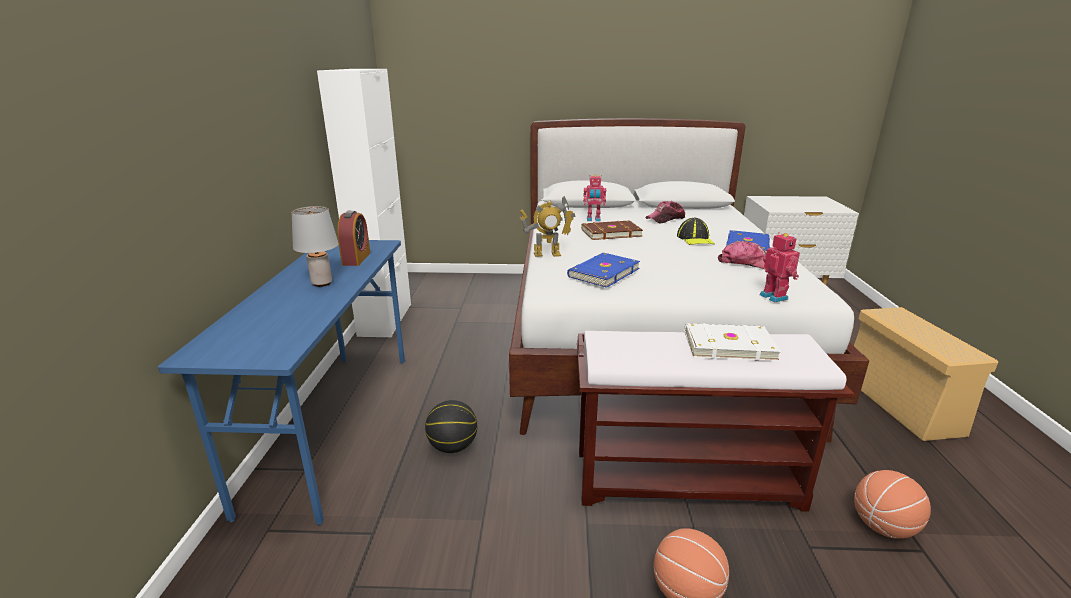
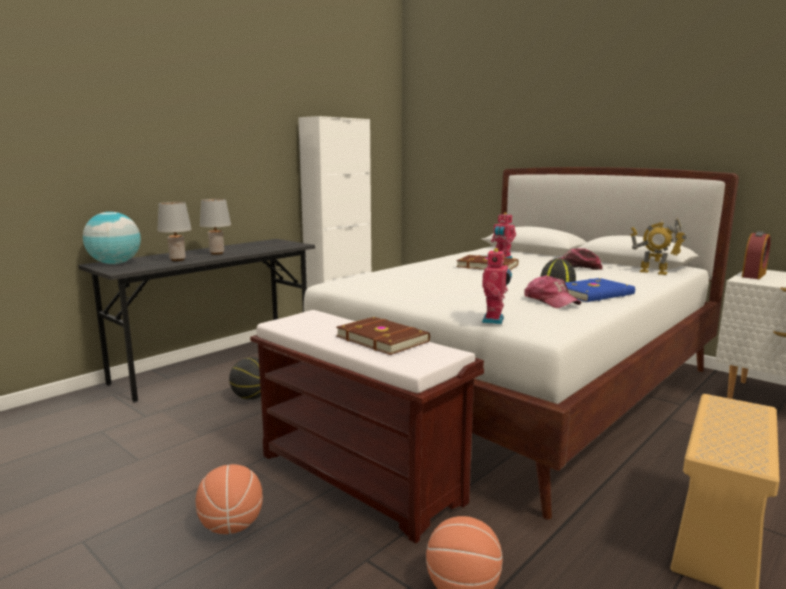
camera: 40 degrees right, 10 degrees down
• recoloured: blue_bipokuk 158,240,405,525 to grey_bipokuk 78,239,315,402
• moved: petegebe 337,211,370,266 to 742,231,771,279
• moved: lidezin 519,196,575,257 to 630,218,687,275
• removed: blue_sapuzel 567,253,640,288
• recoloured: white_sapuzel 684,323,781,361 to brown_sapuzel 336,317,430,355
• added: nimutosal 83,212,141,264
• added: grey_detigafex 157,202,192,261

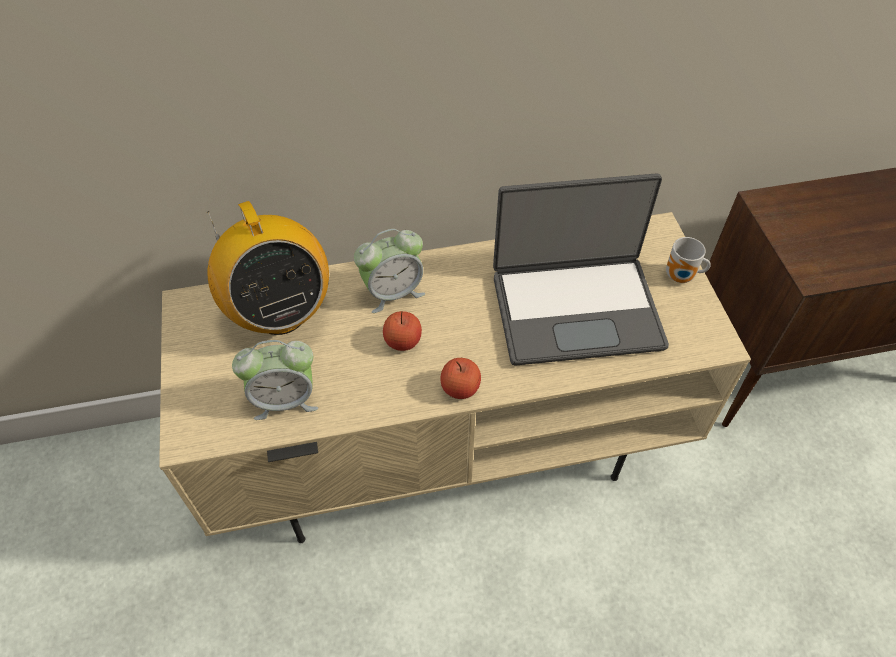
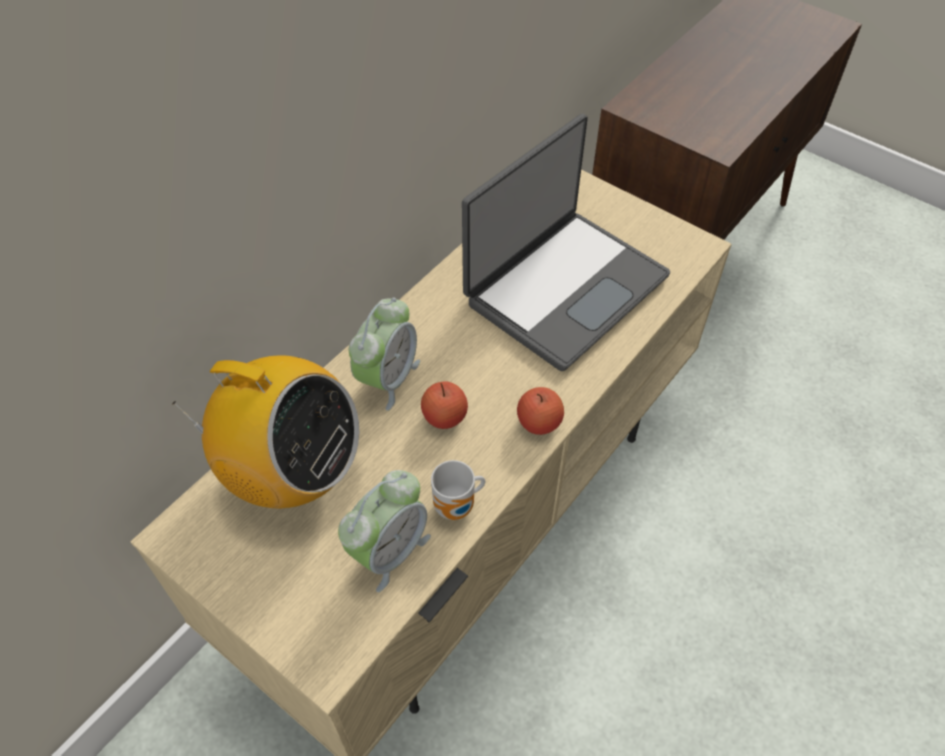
camera: 40 degrees left, 0 degrees up
• moved: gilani 666,237,711,283 to 431,460,485,520

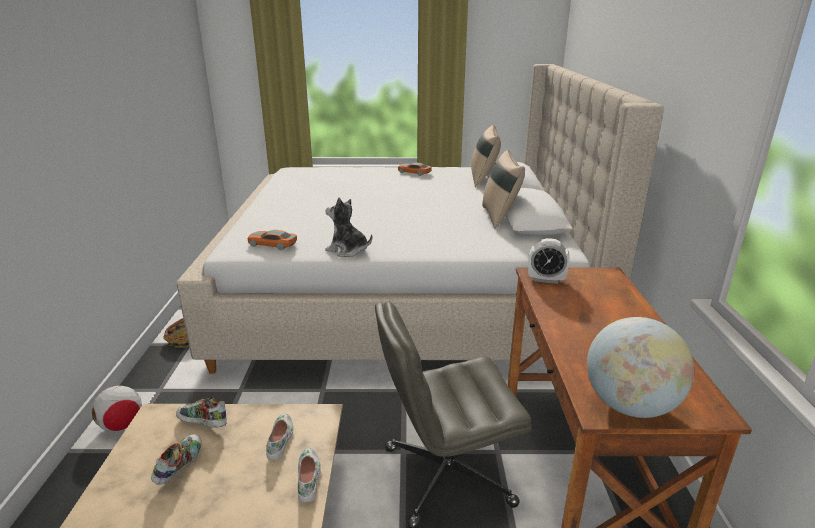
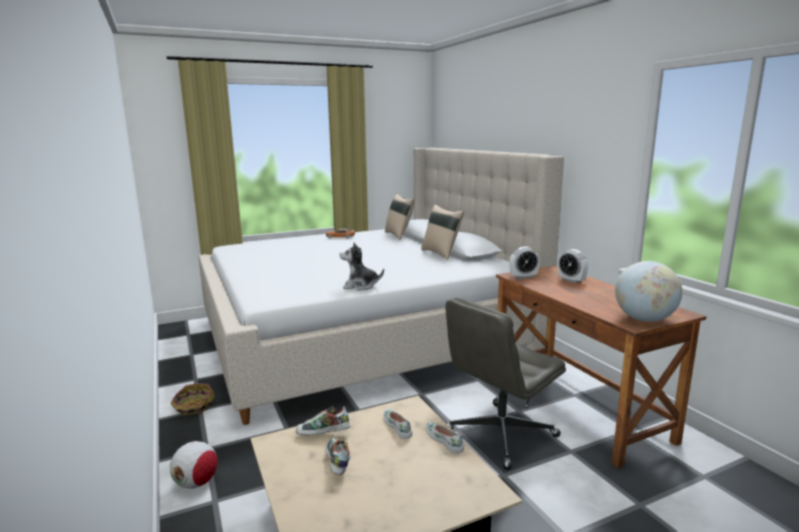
camera: 25 degrees left, 10 degrees down
• removed: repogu 248,230,297,250
• added: petegebe 558,249,588,283

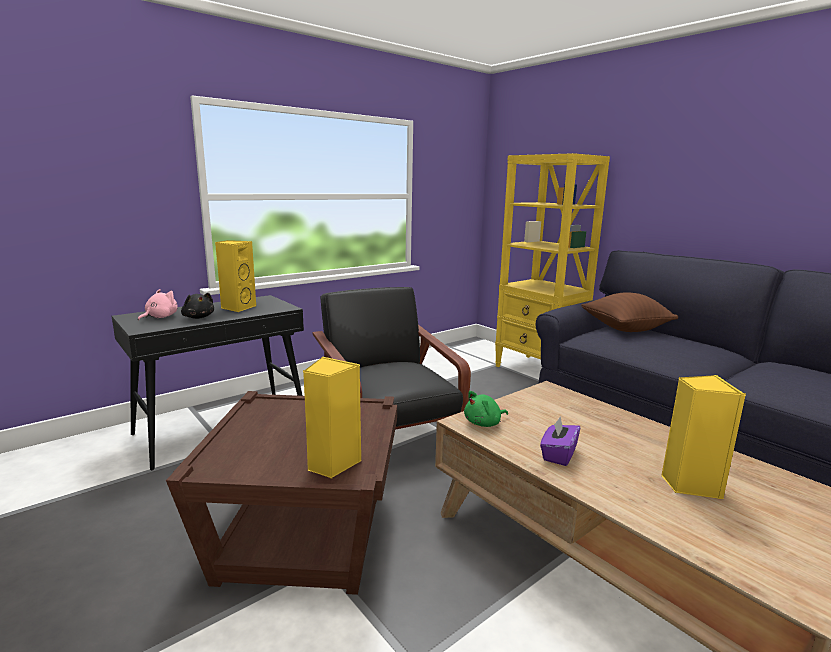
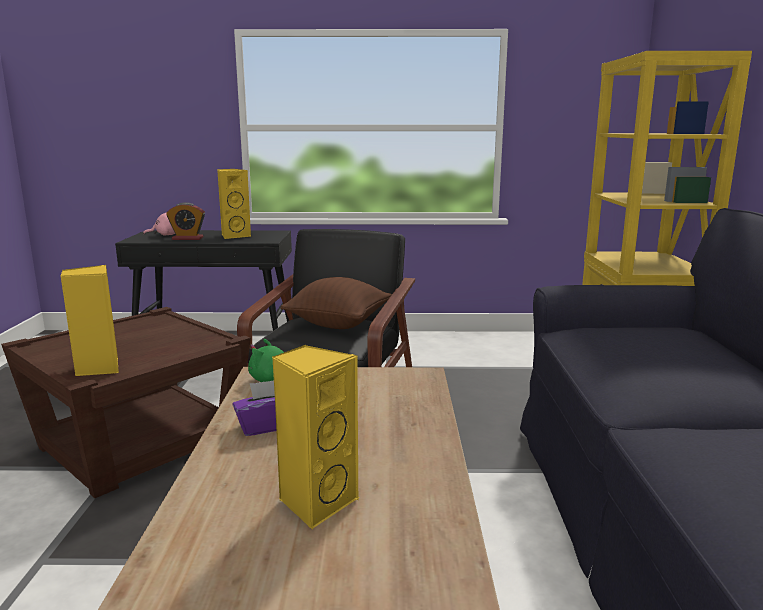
camera: 40 degrees right, 0 degrees up
• replaced: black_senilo 181,293,214,319 to petegebe 166,202,205,240
• moved: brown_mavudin 581,292,678,332 to 280,277,392,329

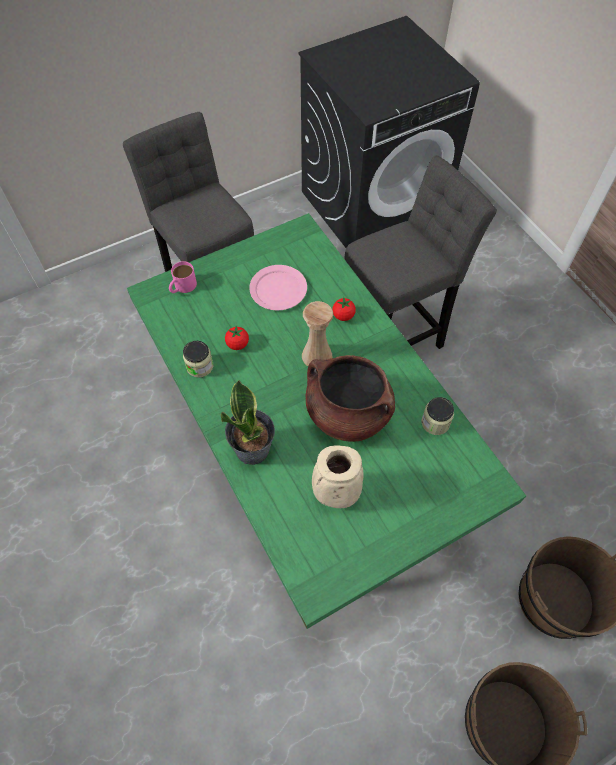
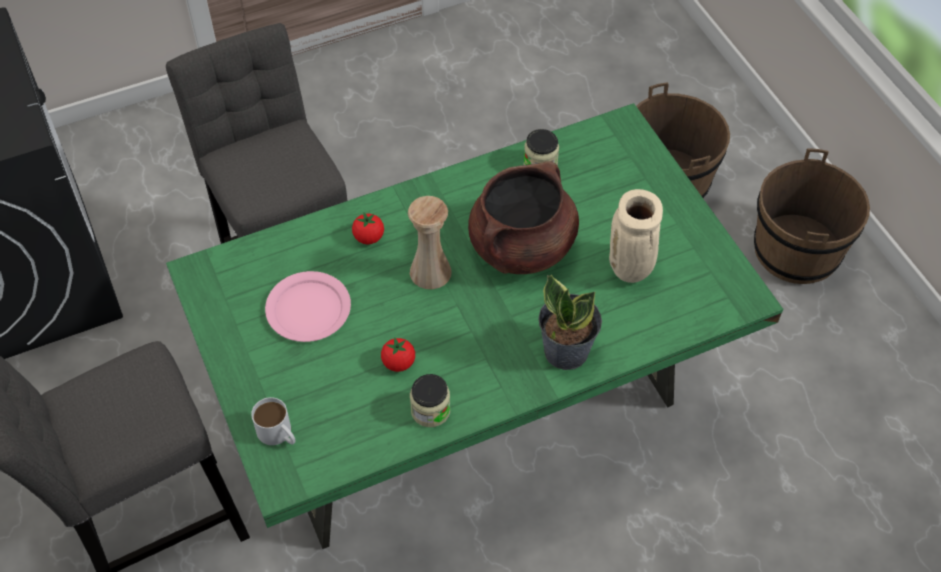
camera: 85 degrees left, 5 degrees down
• recoloured: pink_gilani 169,261,197,293 to white_gilani 251,397,296,445

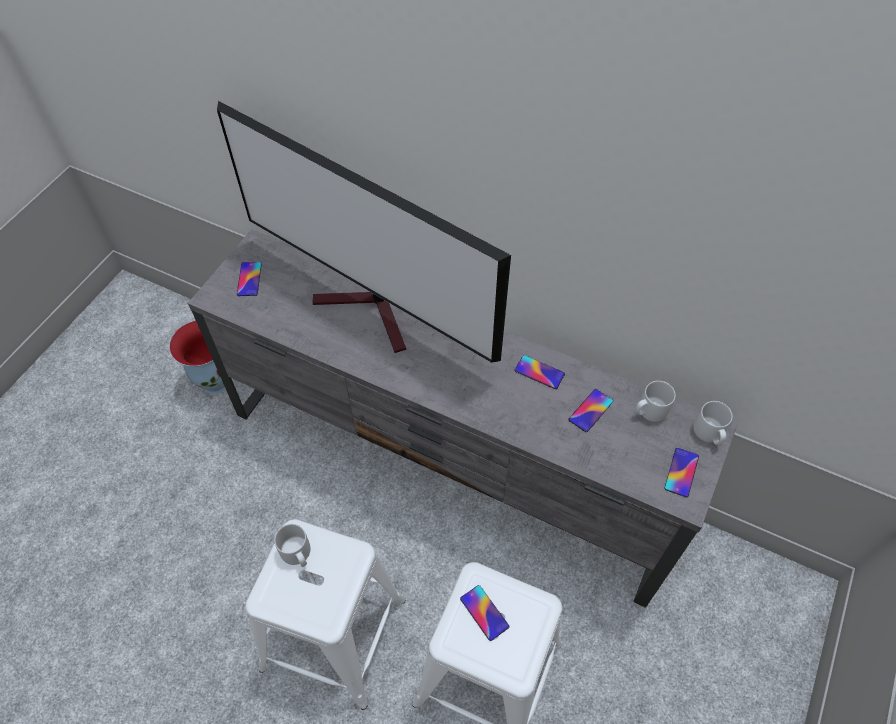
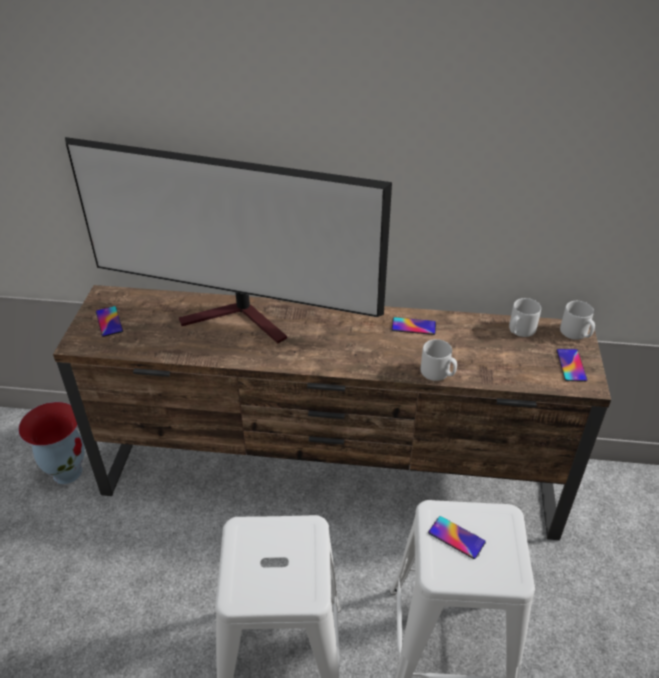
camera: 20 degrees left, 15 degrees down
• recoloured: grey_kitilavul 188,229,738,608 to brown_kitilavul 53,285,611,540
• moved: grey_gilani 274,524,311,567 to 421,339,457,381
• removed: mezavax 568,389,613,432

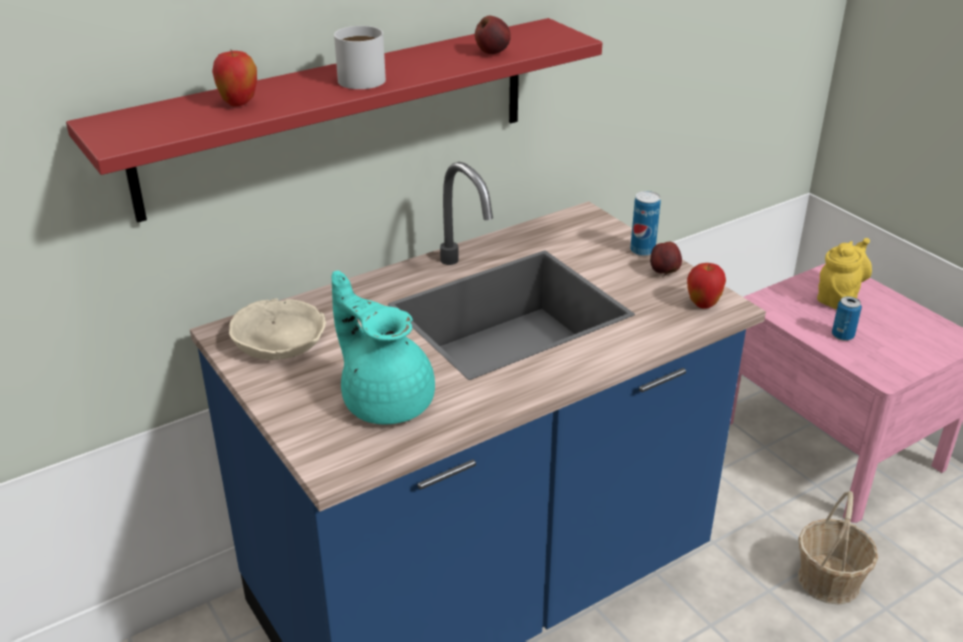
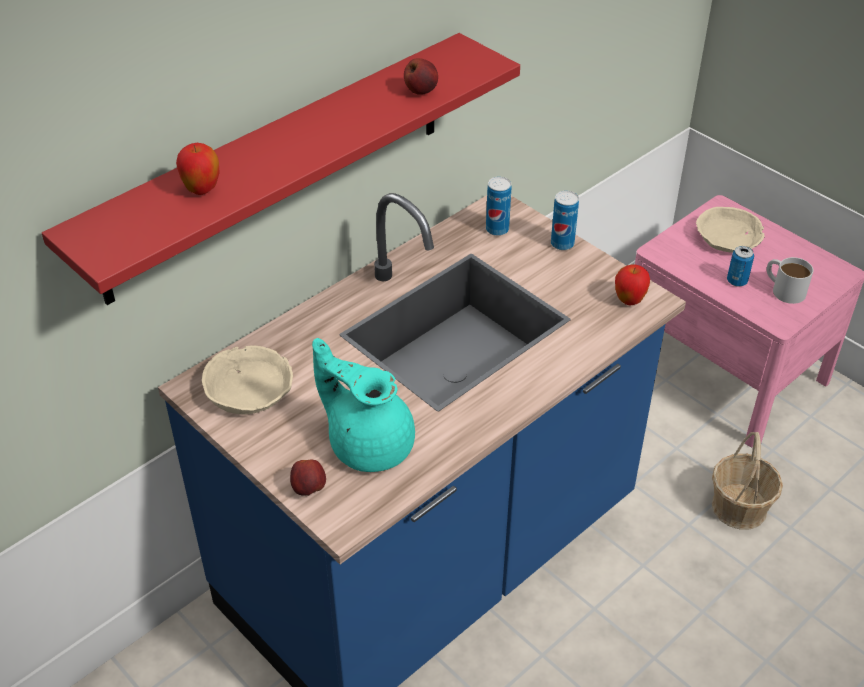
camera: 10 degrees left, 10 degrees up
• moved: white_gilani 334,26,386,89 to 767,257,814,304
• moved: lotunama 650,242,682,276 to 290,460,326,496
• replaced: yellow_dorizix 817,238,872,310 to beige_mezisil 696,207,764,253
• added: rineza 486,177,512,236

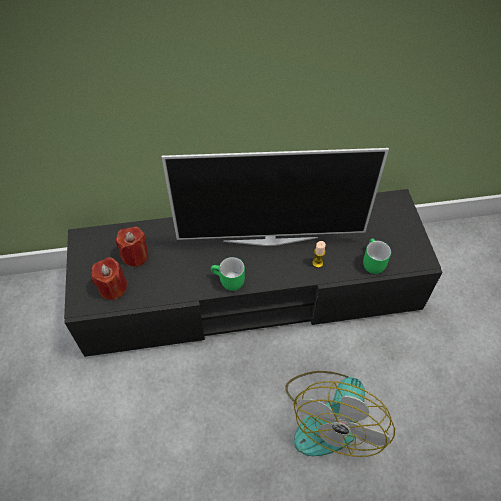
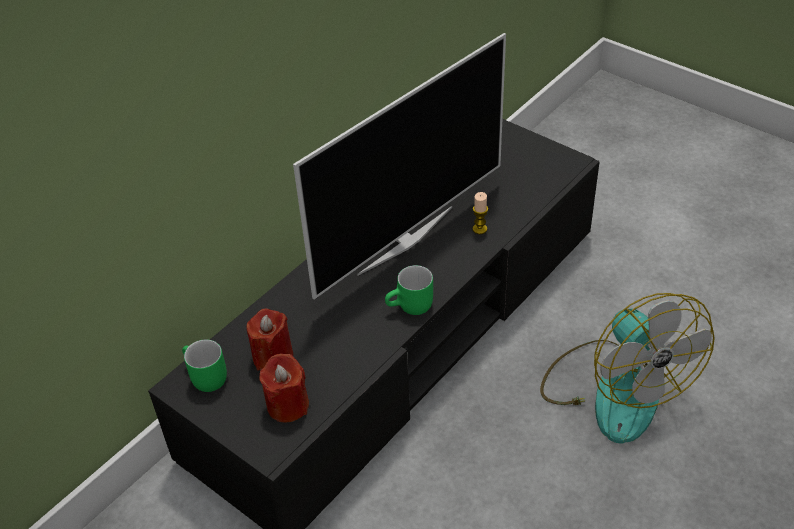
camera: 40 degrees left, 10 degrees down
• moved: green_gilani 363,239,391,274 to 182,339,227,392

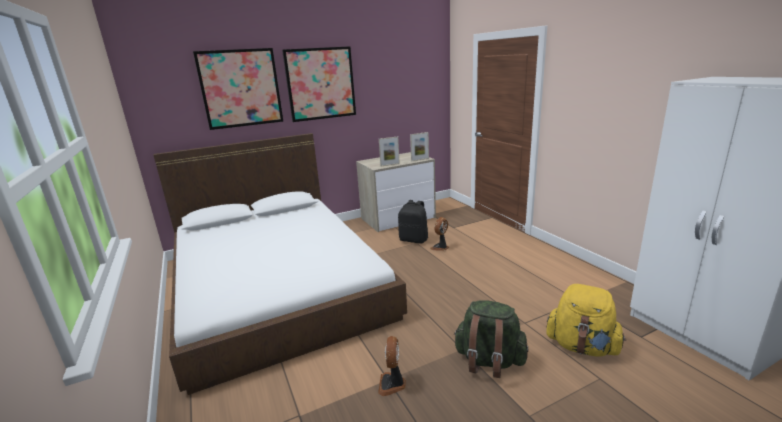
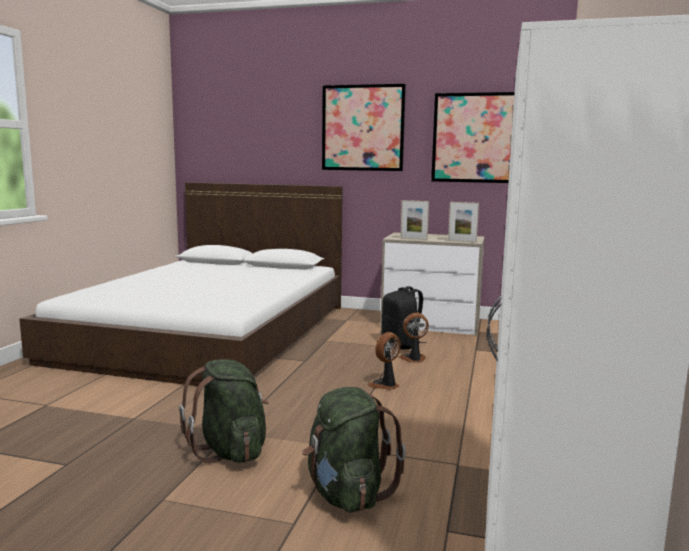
camera: 40 degrees right, 10 degrees down
• moved: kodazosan 193,48,284,130 to 431,92,515,183
• moved: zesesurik 378,336,406,396 to 367,332,401,390
• recoloured: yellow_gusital 546,284,626,357 to green_gusital 302,387,406,513

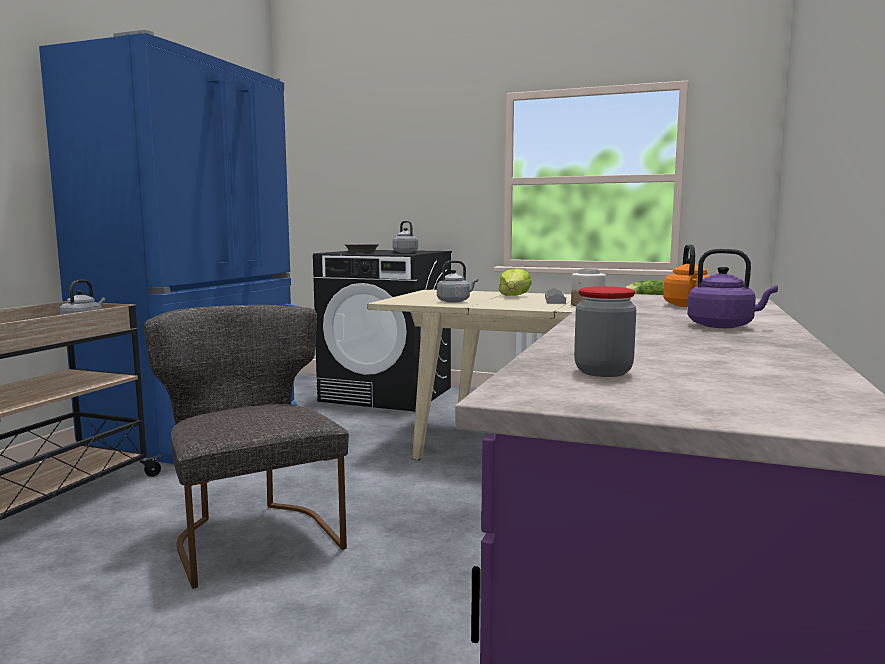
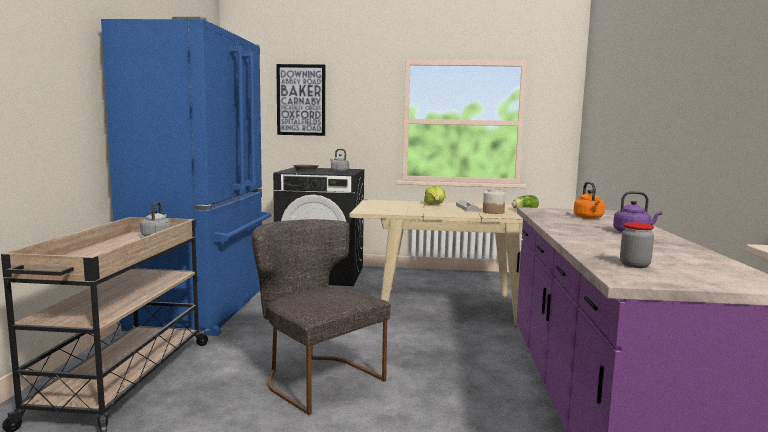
camera: 15 degrees left, 0 degrees up
• removed: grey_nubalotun 437,260,478,302
• added: kodazosan 276,64,325,136

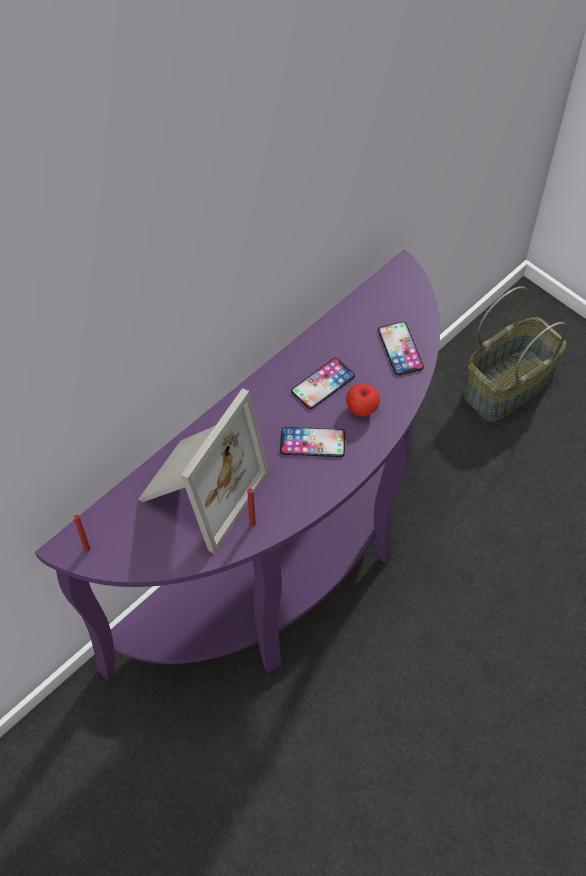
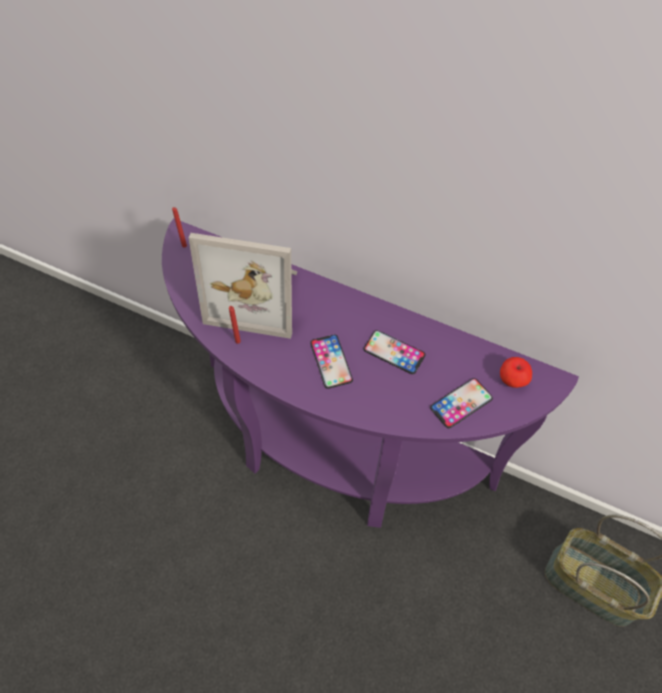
camera: 70 degrees right, 0 degrees up
• moved: lotunama 346,383,380,416 to 500,357,532,388

